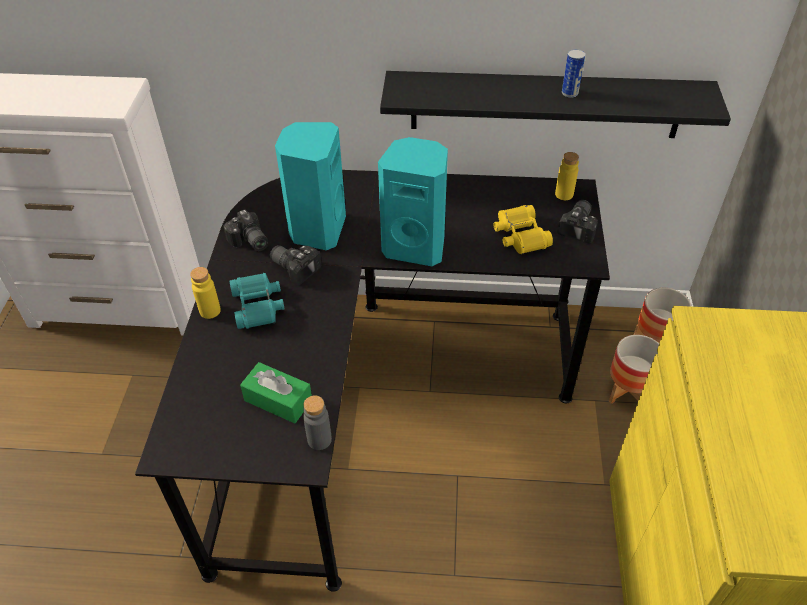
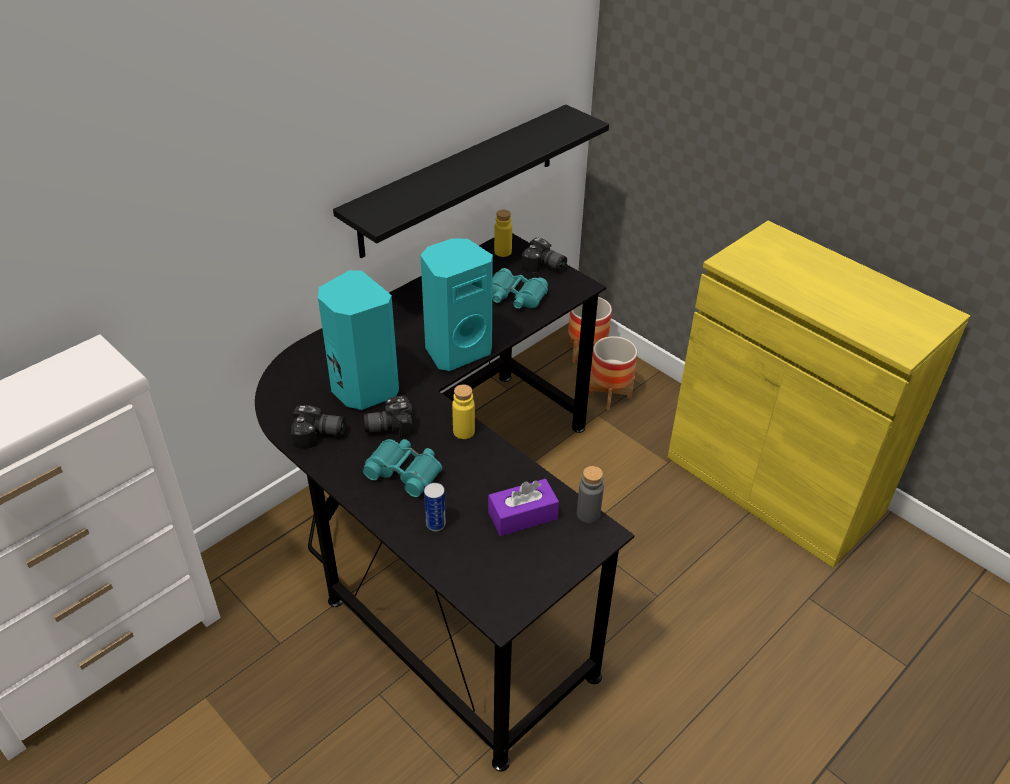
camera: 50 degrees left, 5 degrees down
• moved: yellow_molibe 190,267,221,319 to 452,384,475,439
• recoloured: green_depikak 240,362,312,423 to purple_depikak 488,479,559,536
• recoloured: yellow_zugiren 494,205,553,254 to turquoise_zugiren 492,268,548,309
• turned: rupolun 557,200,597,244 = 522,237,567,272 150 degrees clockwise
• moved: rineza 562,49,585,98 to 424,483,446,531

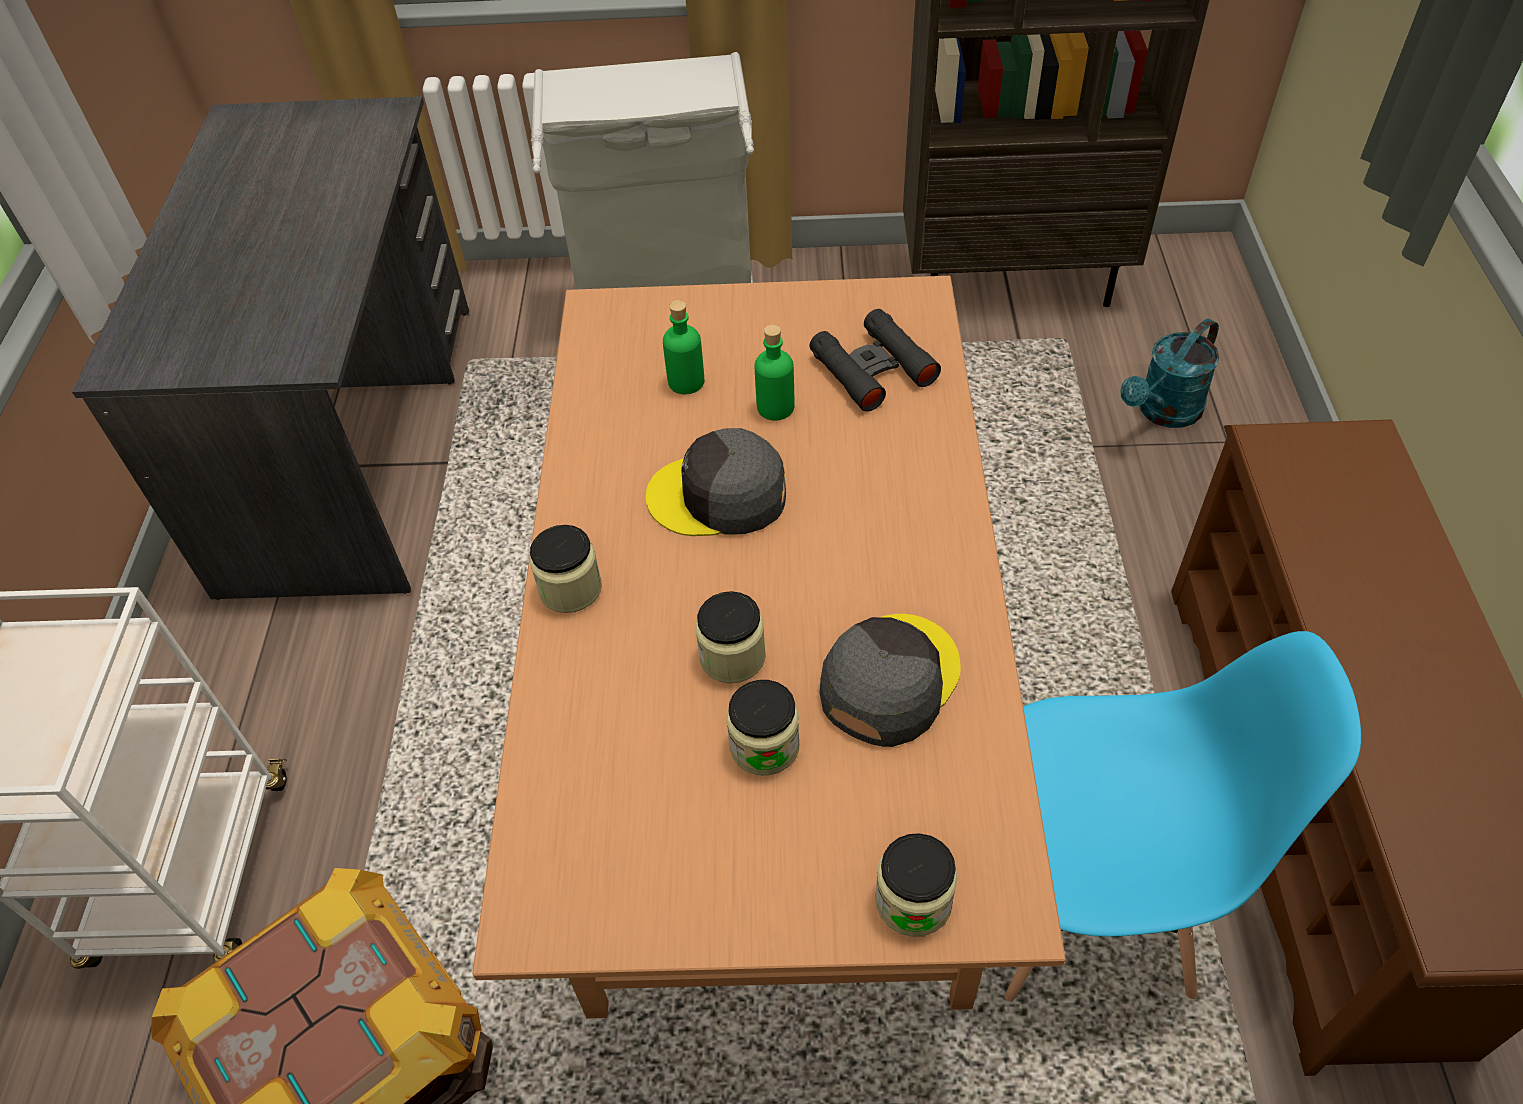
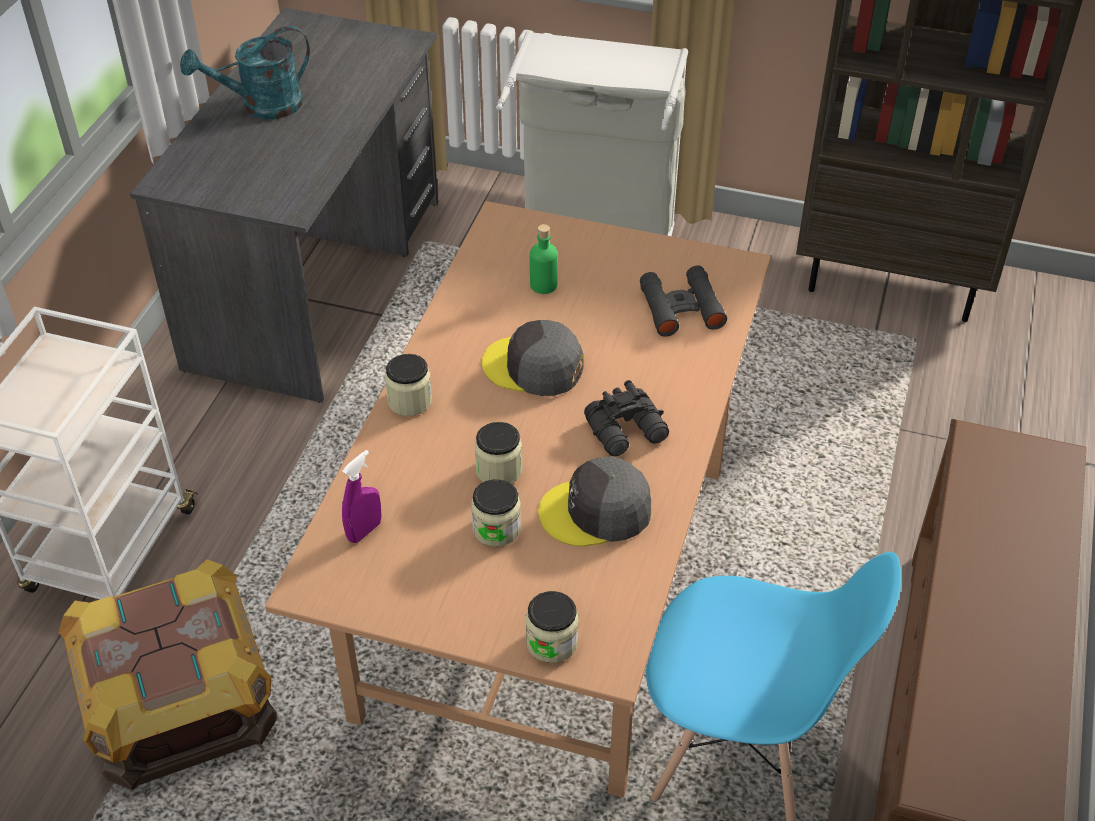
camera: 15 degrees right, 5 degrees down
• removed: green_molibe 755,325,794,421
• turned: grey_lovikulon 820,614,961,747 = 538,456,651,546 150 degrees counterclockwise
• moved: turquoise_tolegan 1121,319,1219,428 to 180,26,310,120
• added: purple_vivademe 342,450,382,543
• added: black_zugiren 584,380,669,456

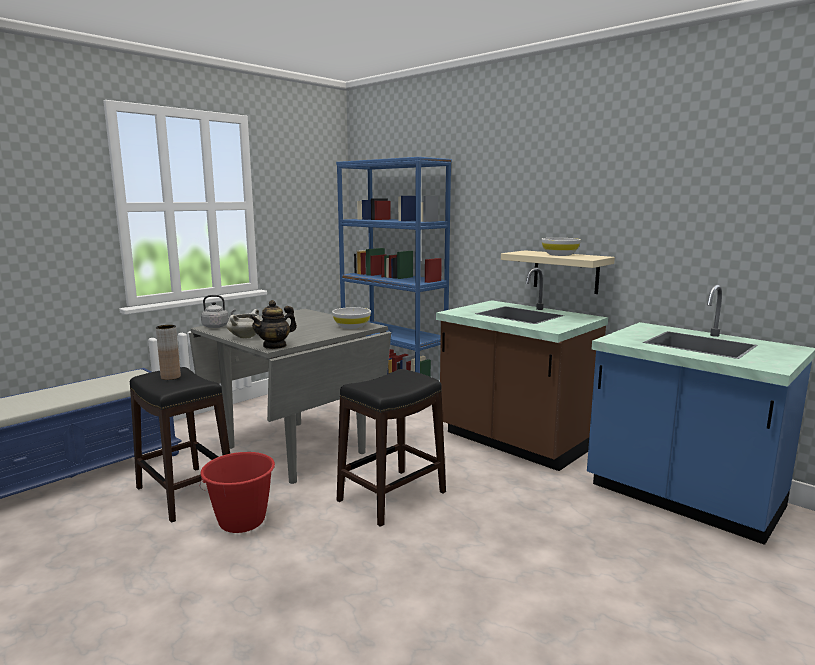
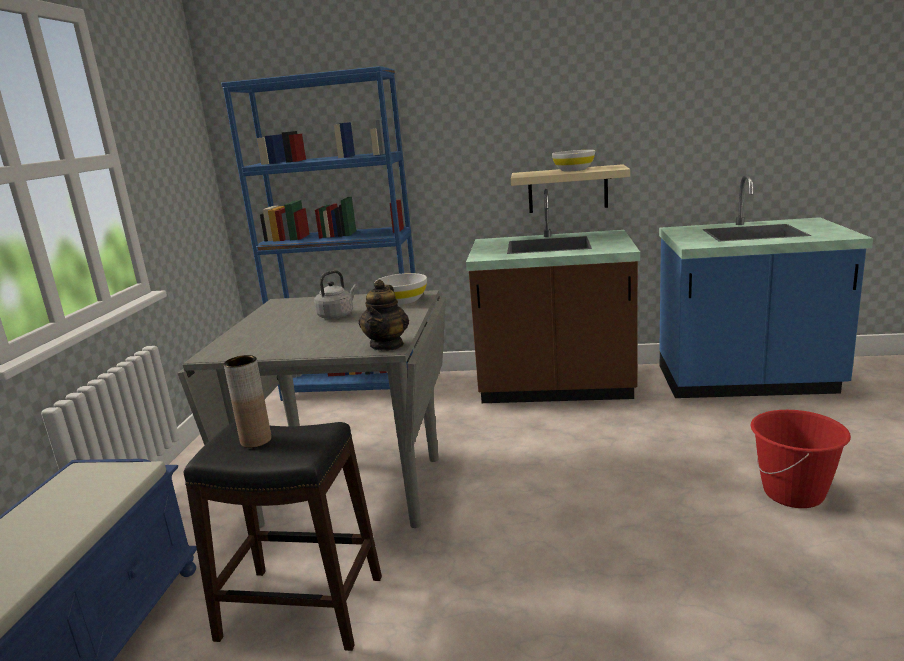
camera: 35 degrees left, 5 degrees up
• moved: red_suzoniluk 200,452,275,533 to 750,410,851,508
• moved: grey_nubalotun 201,295,236,328 to 314,270,357,319
• removed: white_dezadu 226,309,262,338
• removed: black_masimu 337,369,446,527

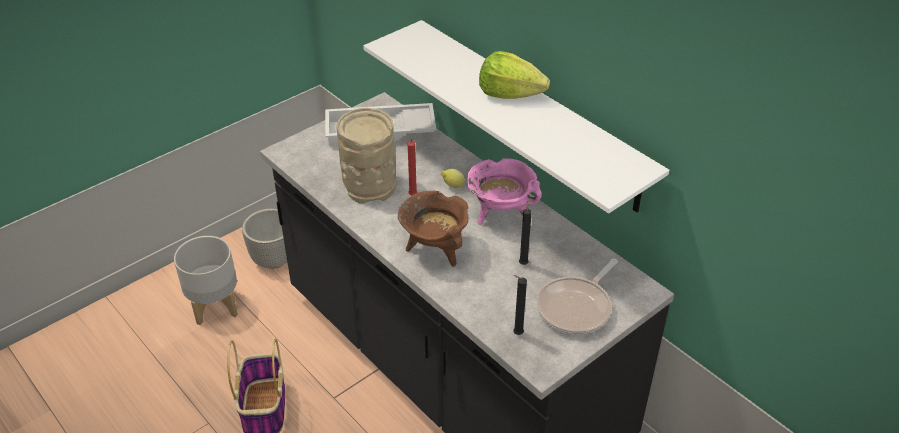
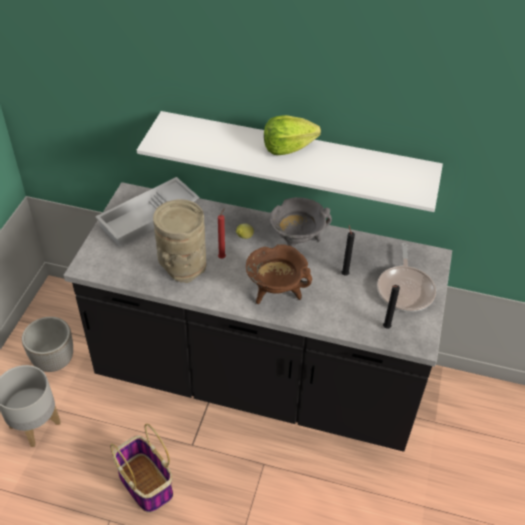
camera: 35 degrees left, 5 degrees up
• recoloured: pink_dezadu 467,158,542,225 to grey_dezadu 269,197,332,248

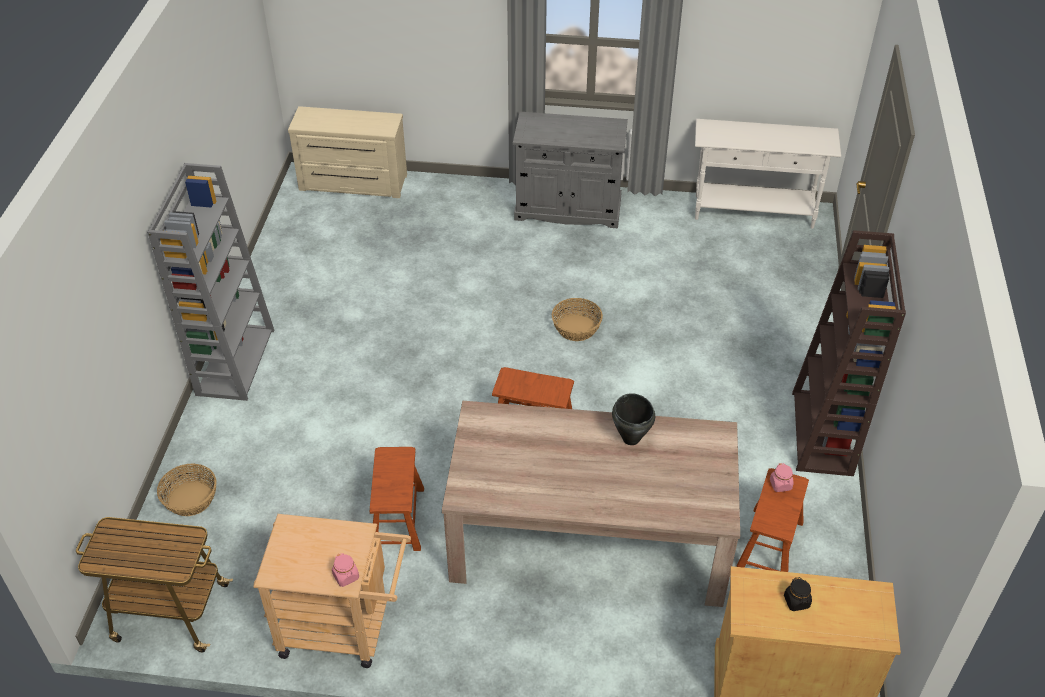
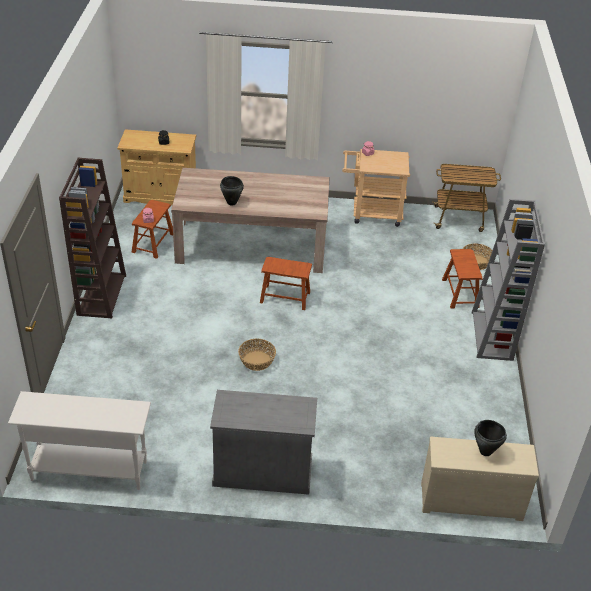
camera: 175 degrees right, 5 degrees down
• moved: brown_masimu 370,447,424,551 to 442,249,483,308
• added: black_dezadu 474,420,507,456

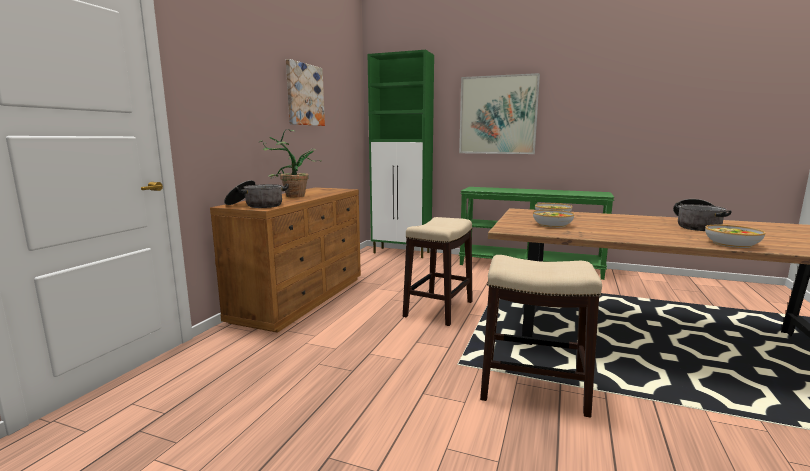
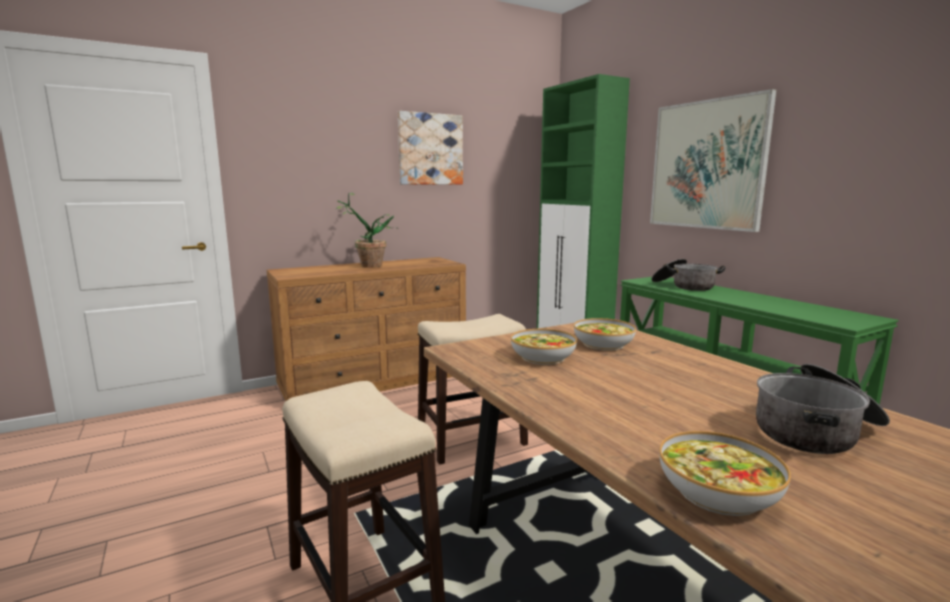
camera: 40 degrees right, 0 degrees up
• moved: dezadu 224,180,289,208 to 651,259,726,291

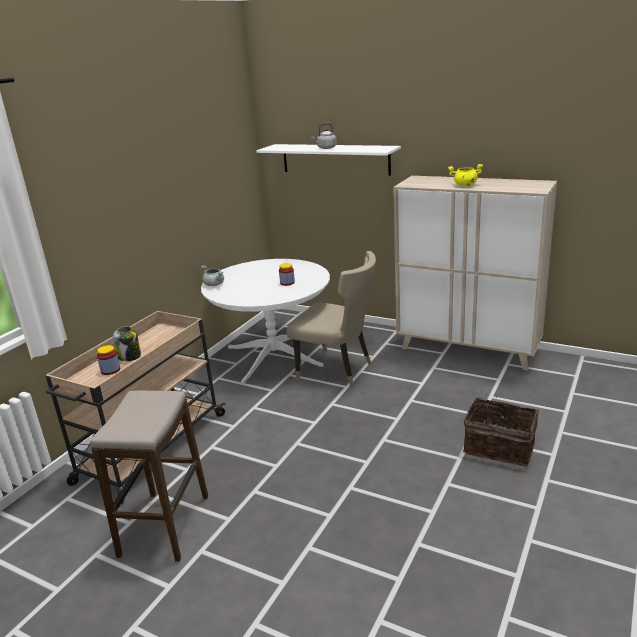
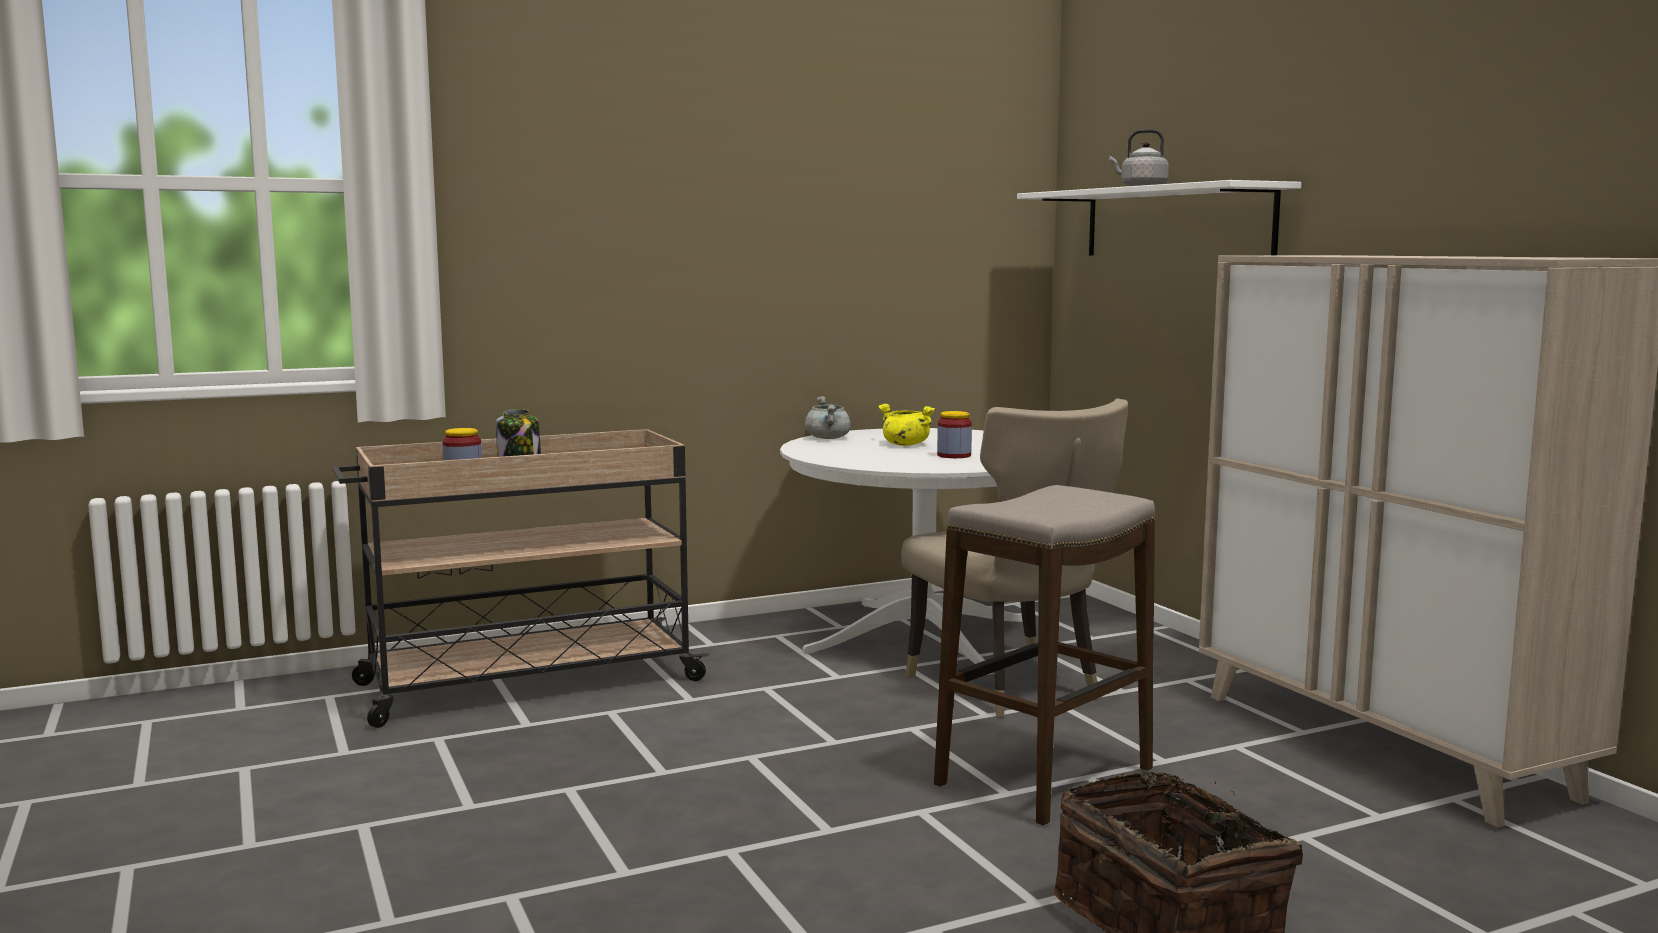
camera: 35 degrees right, 15 degrees down
• moved: masimu 90,390,208,562 to 934,485,1155,826
• moved: yellow_dezadu 448,164,483,186 to 878,404,935,446

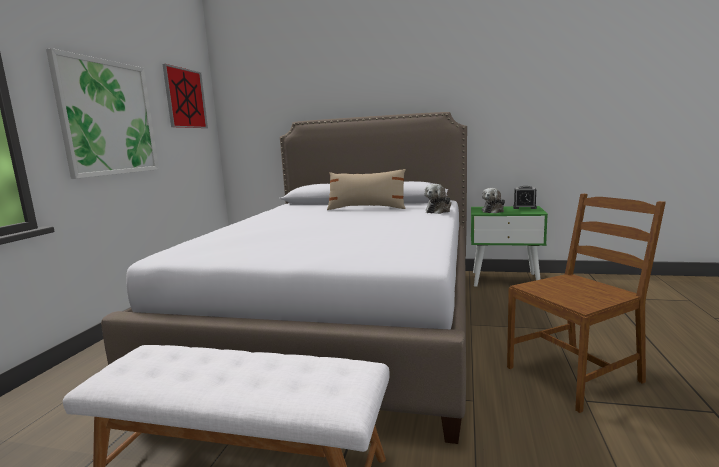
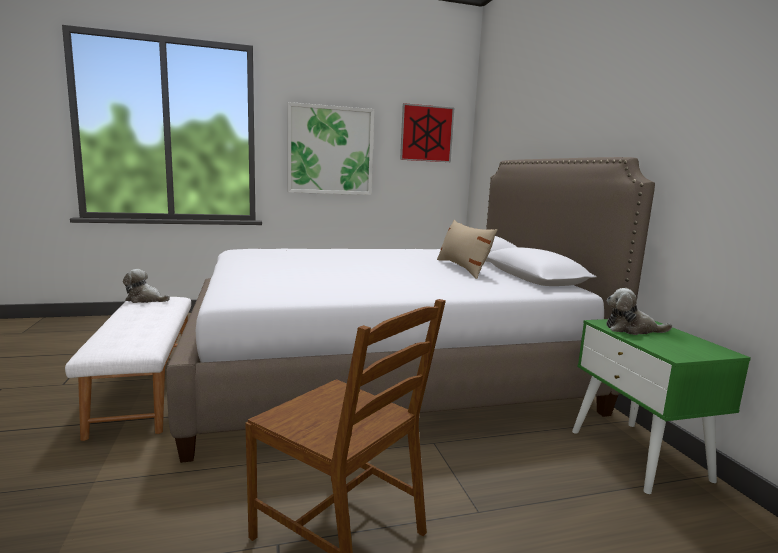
camera: 60 degrees right, 0 degrees up
• moved: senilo 424,184,451,214 to 123,269,170,303
• removed: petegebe 513,186,537,209

